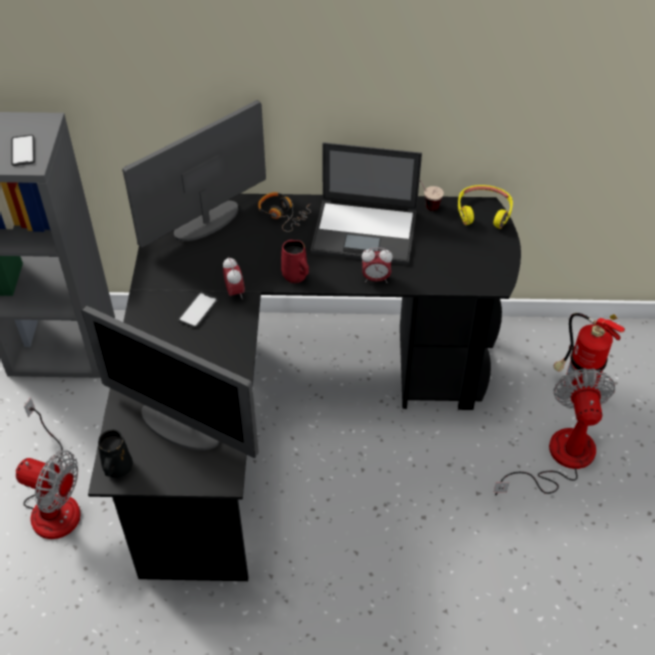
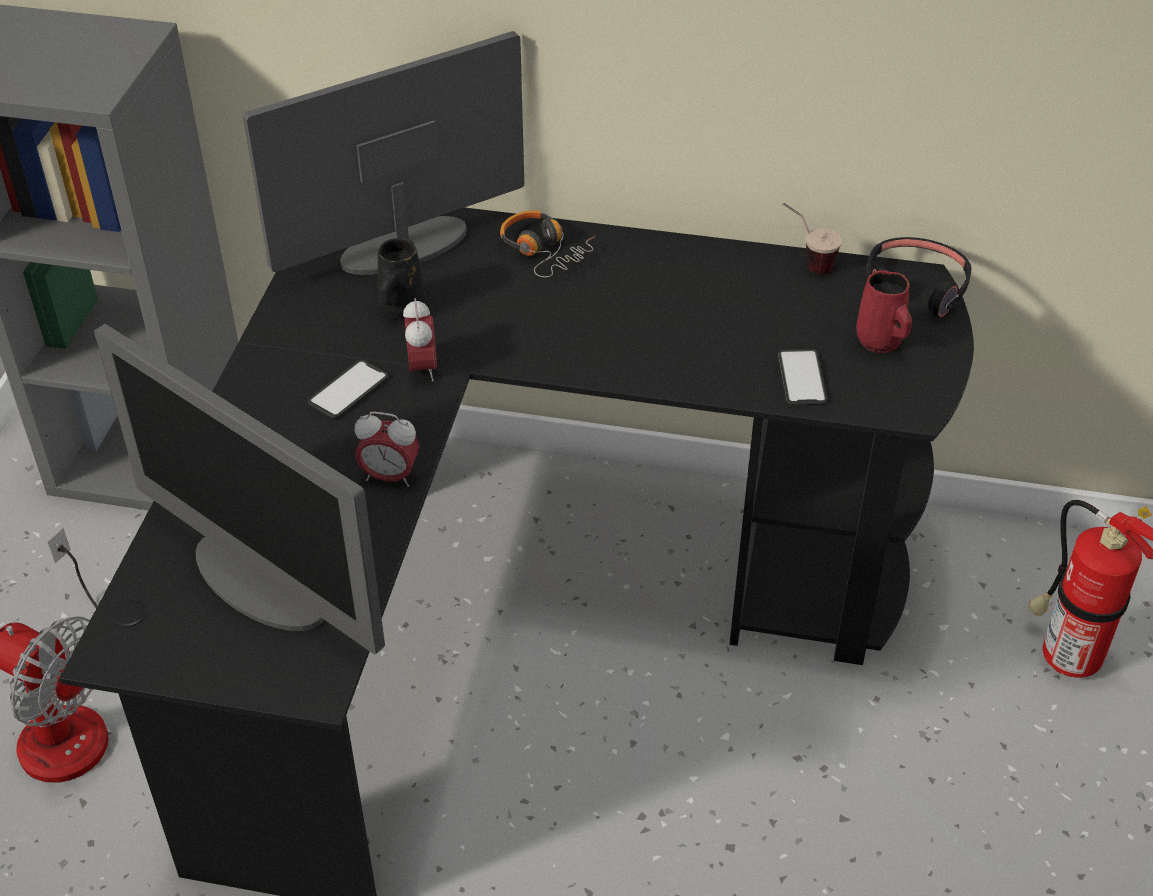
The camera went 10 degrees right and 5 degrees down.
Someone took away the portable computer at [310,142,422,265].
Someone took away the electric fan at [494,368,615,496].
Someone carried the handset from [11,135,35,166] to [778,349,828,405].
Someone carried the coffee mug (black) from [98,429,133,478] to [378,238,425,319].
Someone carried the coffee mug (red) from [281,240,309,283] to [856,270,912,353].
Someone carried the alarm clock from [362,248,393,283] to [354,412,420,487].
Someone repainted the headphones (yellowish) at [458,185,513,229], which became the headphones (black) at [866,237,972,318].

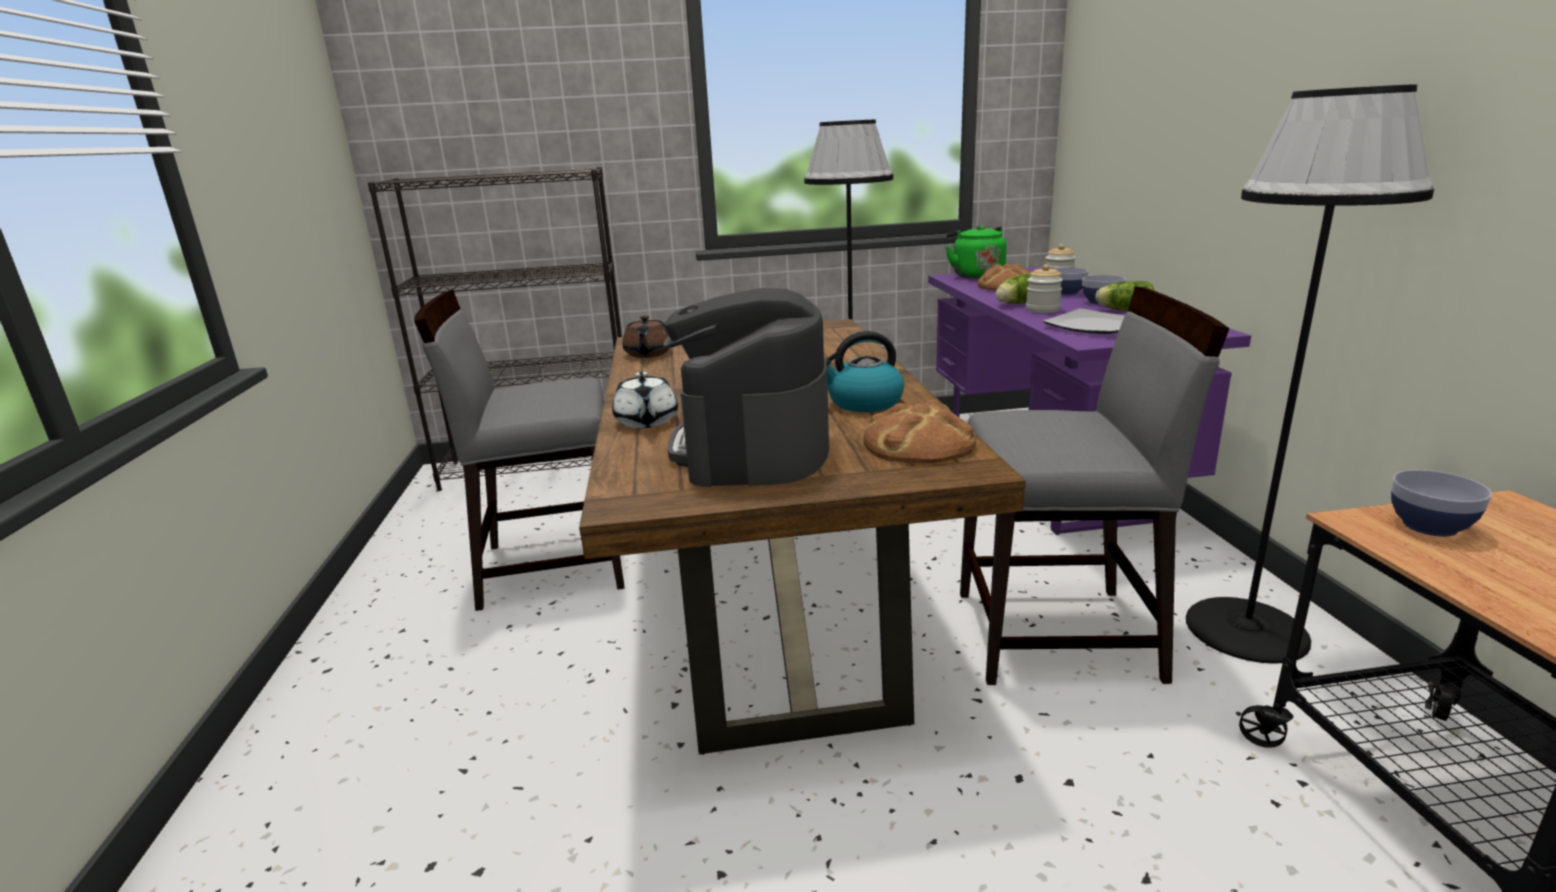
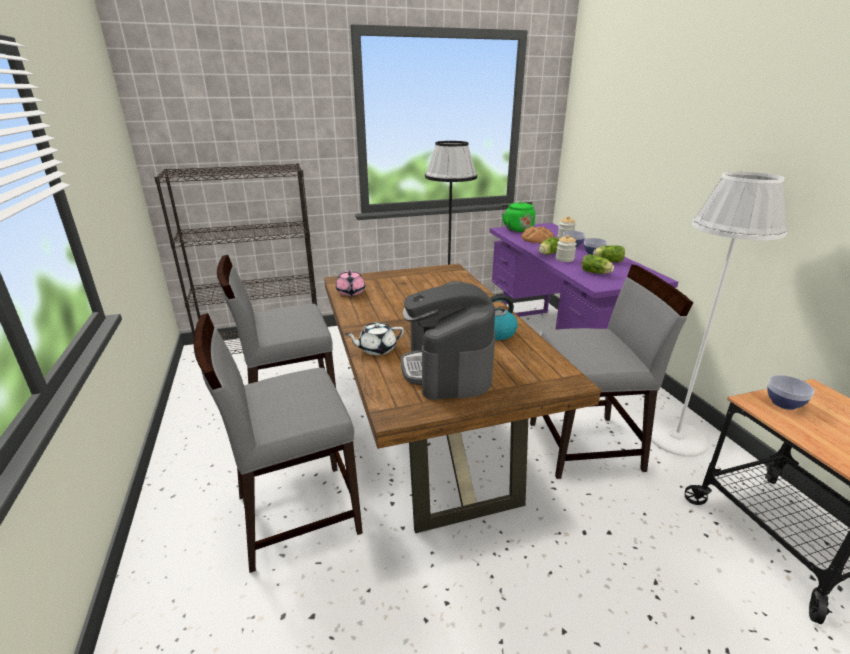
The camera went 10 degrees left and 5 degrees up.
Someone took away the bread at [864,399,976,463].
Someone put down the plain chair (grey) at [194,313,363,573].
Someone swapped the plate at [1043,308,1125,334] for the lettuce at [581,254,614,274].
Someone repainted the pot for tea (brown) at [622,315,670,358], which became the pot for tea (pinkish) at [336,270,365,296].
Someone repainted the standard lamp (black) at [1186,84,1434,664], which became the standard lamp (white-coloured) at [651,171,788,457].
Someone rotated the pot for tea (white-coloured) at [612,372,678,428] by 90 degrees clockwise.

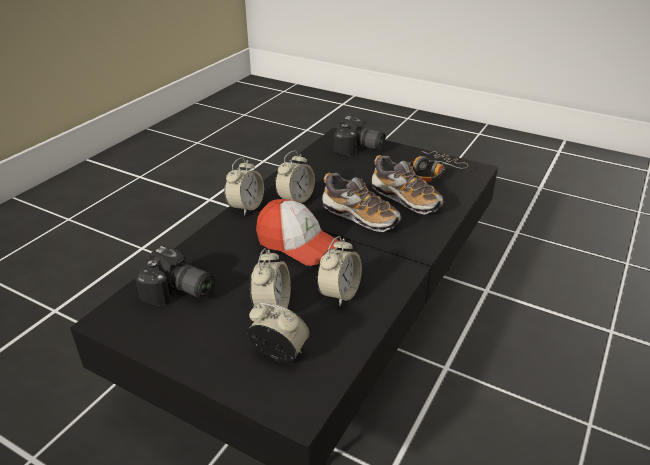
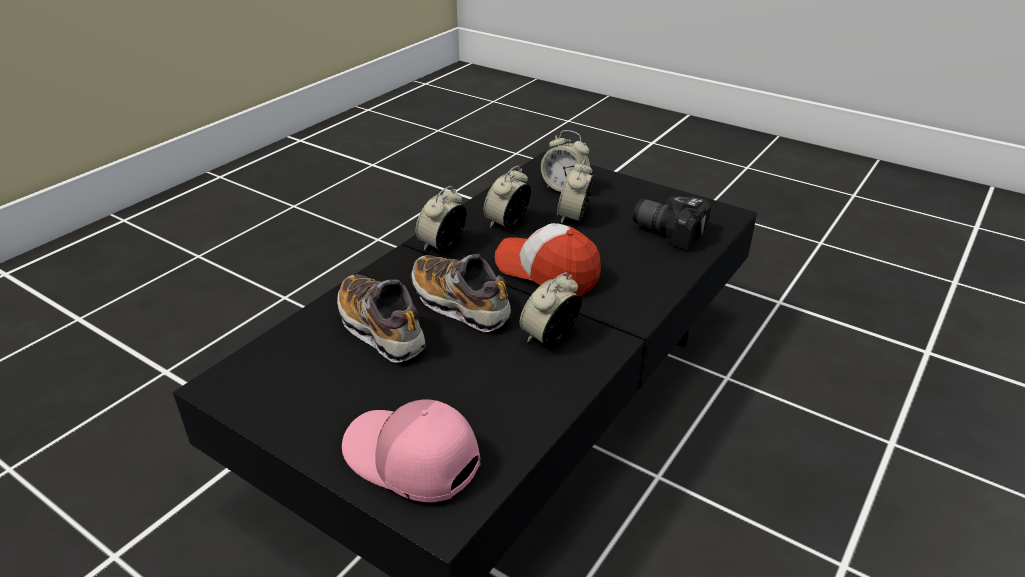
The camera went 175 degrees left and 0 degrees up.
Someone took away the headphones at [409,151,468,182].
Someone carried the alarm clock from [224,157,264,215] to [416,186,467,251].
Someone swapped the still camera at [334,116,385,155] for the baseball cap (pinkish) at [342,399,480,502].

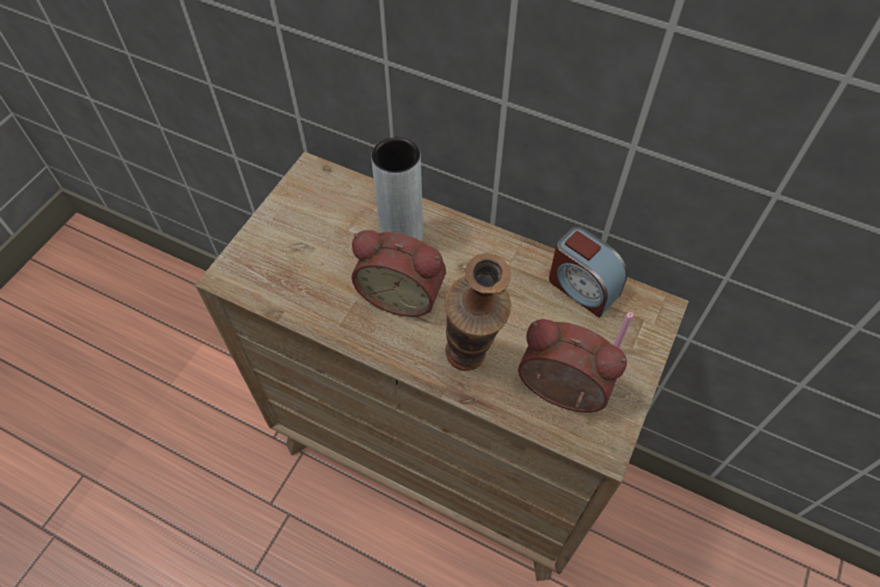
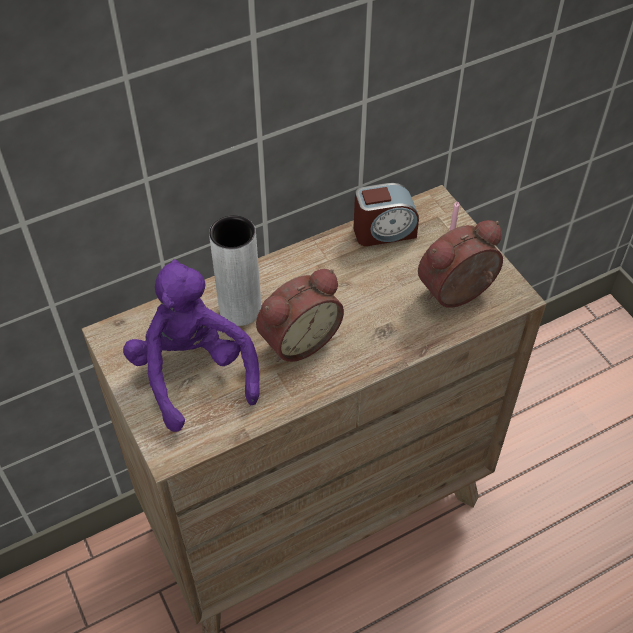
The camera went 55 degrees left and 5 degrees down.
Someone took away the vase at [445,253,511,371].
Someone put down the plush toy (purple) at [123,259,260,432].

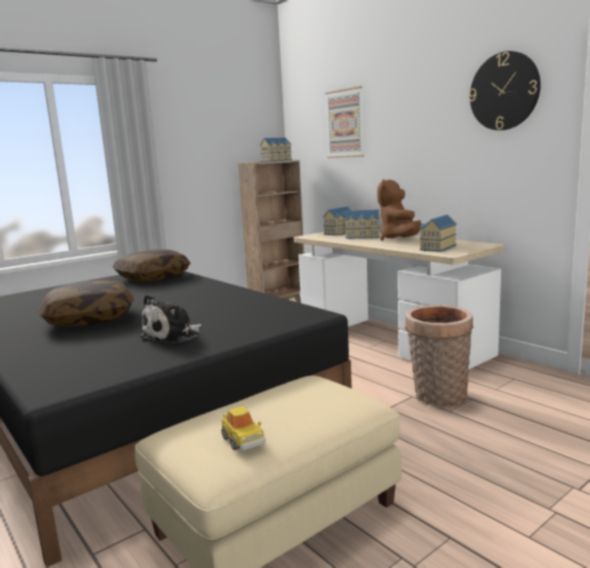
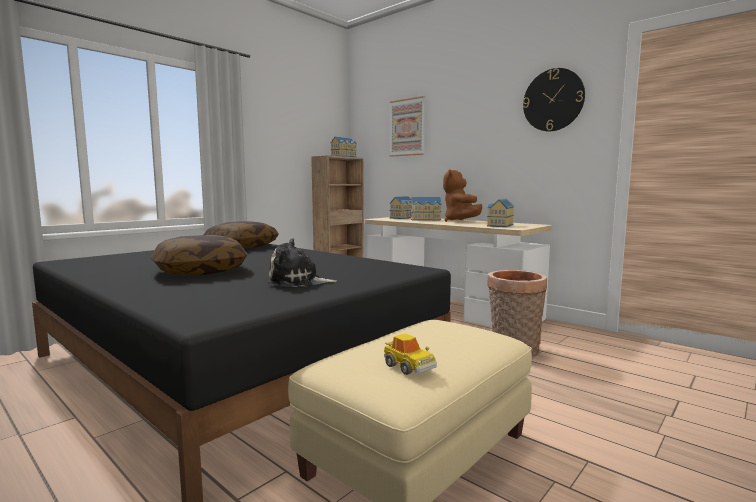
The camera went 10 degrees left and 5 degrees down.
Someone rotated the plush toy at [140,294,202,344] by 60 degrees clockwise.

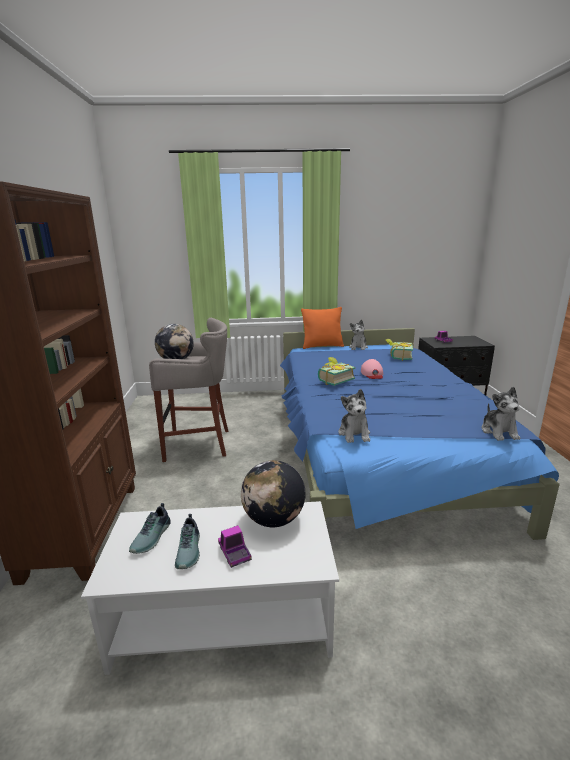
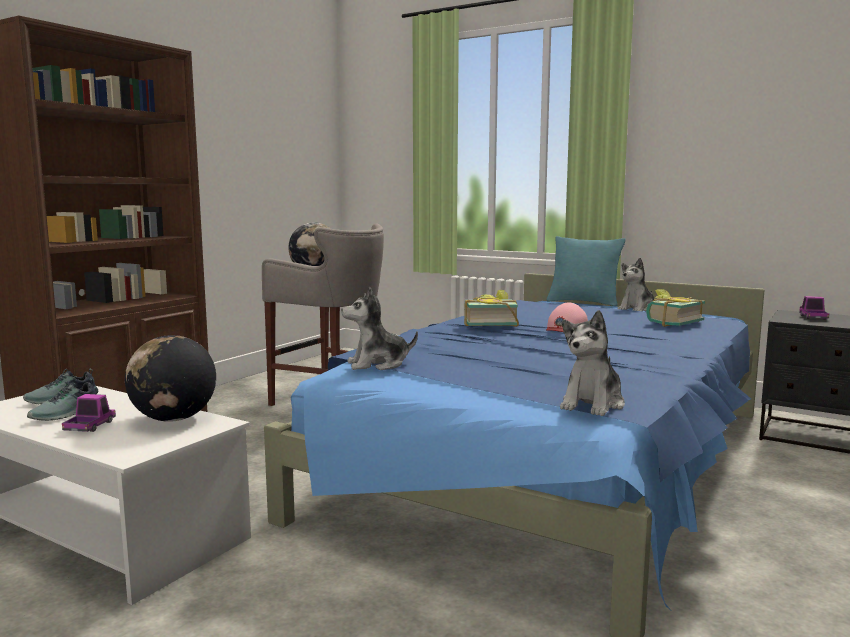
The camera went 35 degrees right and 10 degrees down.
Someone repainted the throw pillow (orange) at [301,307,344,349], which became the throw pillow (blue-green) at [547,236,626,307].
Someone rotated the plush toy at [338,389,370,443] by 45 degrees clockwise.

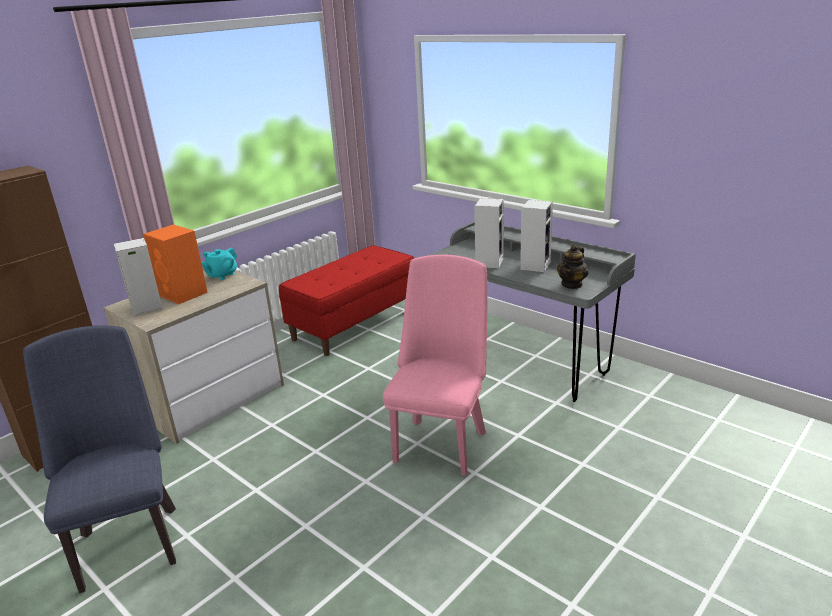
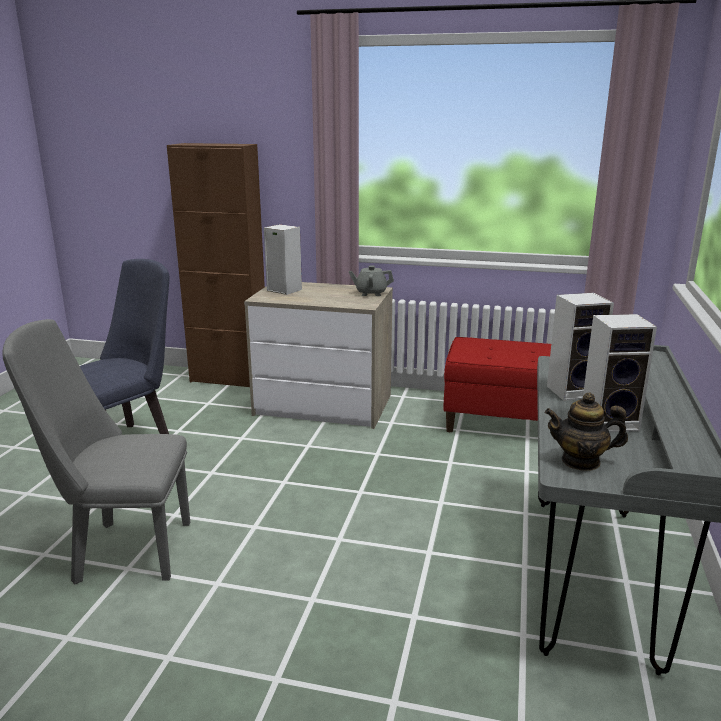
The camera went 60 degrees right and 5 degrees down.
Someone took away the speaker (orange) at [143,224,208,304].
Someone took away the plain chair (pinkish) at [383,254,488,476].
Someone put down the plain chair (grey) at [3,319,190,585].
Someone repainted the pot for tea (blue-green) at [201,248,237,280], which became the pot for tea (grey) at [349,265,394,296].

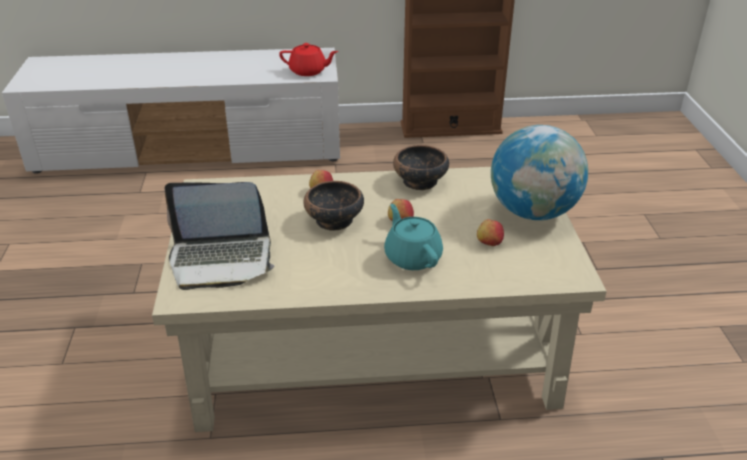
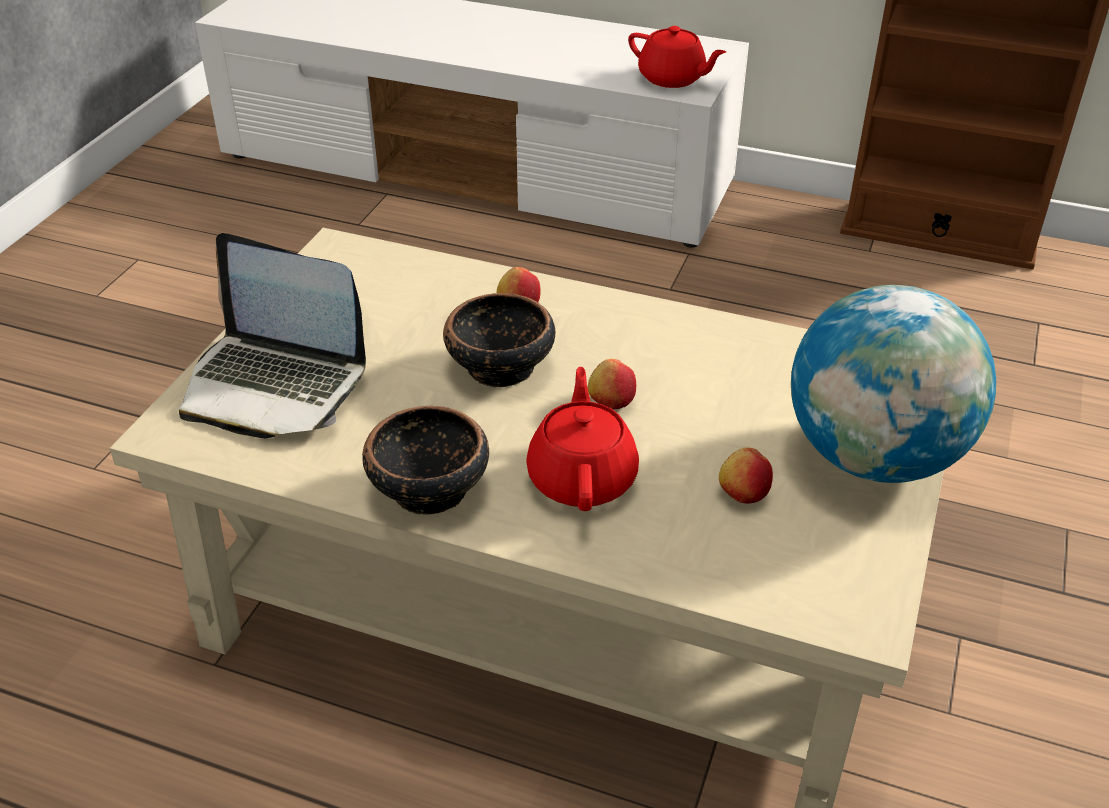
The camera went 25 degrees right and 5 degrees up.
Someone carried the deep dish from [393,145,449,190] to [362,406,489,515].
Someone repainted the pot for tea (blue-green) at [384,204,443,270], which became the pot for tea (red) at [526,367,639,511].

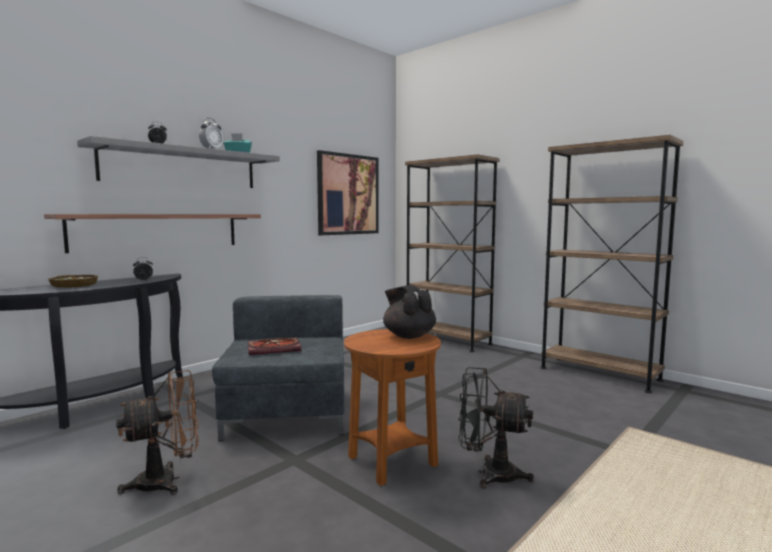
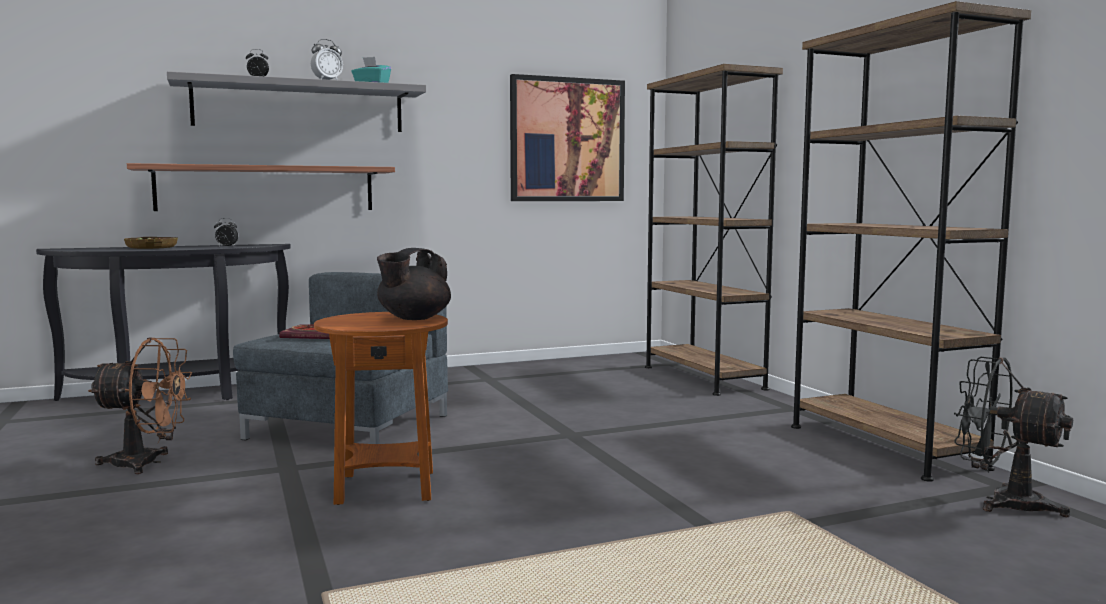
The camera went 25 degrees right and 0 degrees up.
Someone carried the electric fan (black) from [458,367,534,489] to [954,357,1073,517].
Someone rotated the pot for tea (black) at [383,285,436,339] by 135 degrees counterclockwise.

